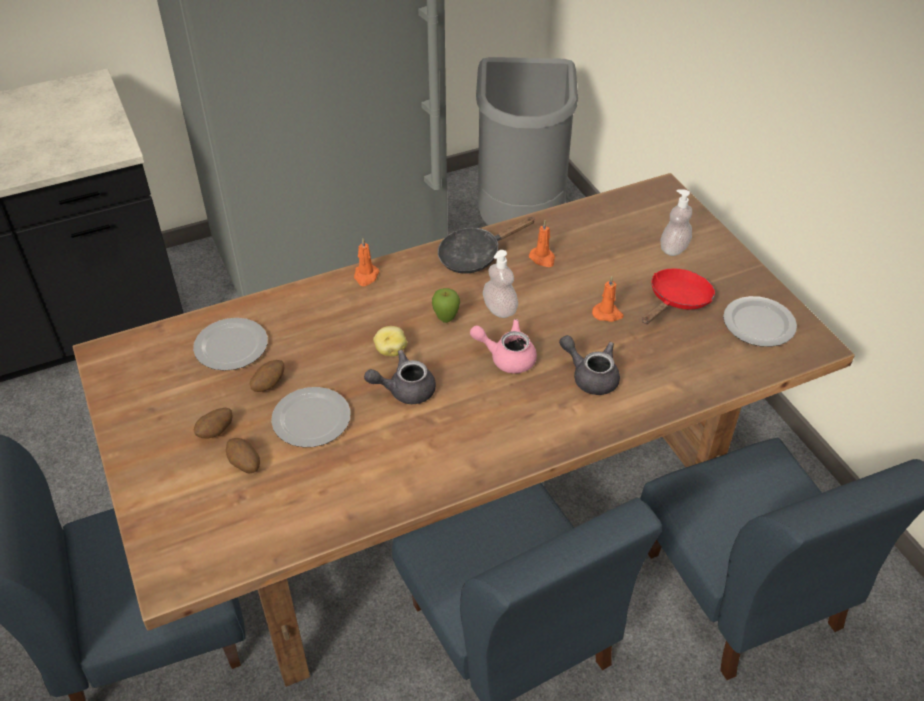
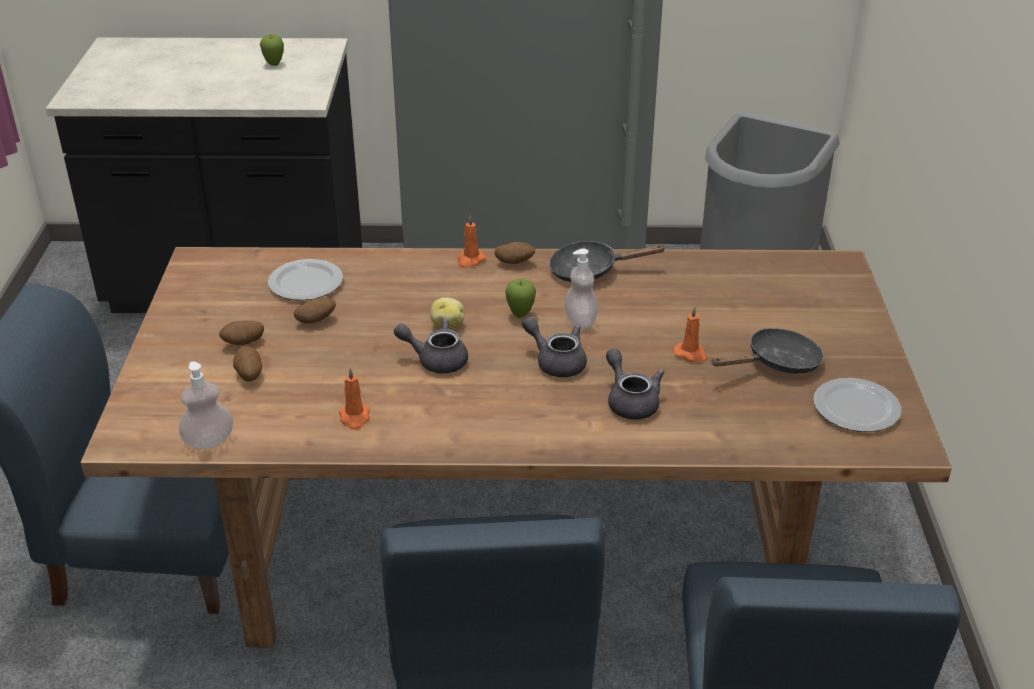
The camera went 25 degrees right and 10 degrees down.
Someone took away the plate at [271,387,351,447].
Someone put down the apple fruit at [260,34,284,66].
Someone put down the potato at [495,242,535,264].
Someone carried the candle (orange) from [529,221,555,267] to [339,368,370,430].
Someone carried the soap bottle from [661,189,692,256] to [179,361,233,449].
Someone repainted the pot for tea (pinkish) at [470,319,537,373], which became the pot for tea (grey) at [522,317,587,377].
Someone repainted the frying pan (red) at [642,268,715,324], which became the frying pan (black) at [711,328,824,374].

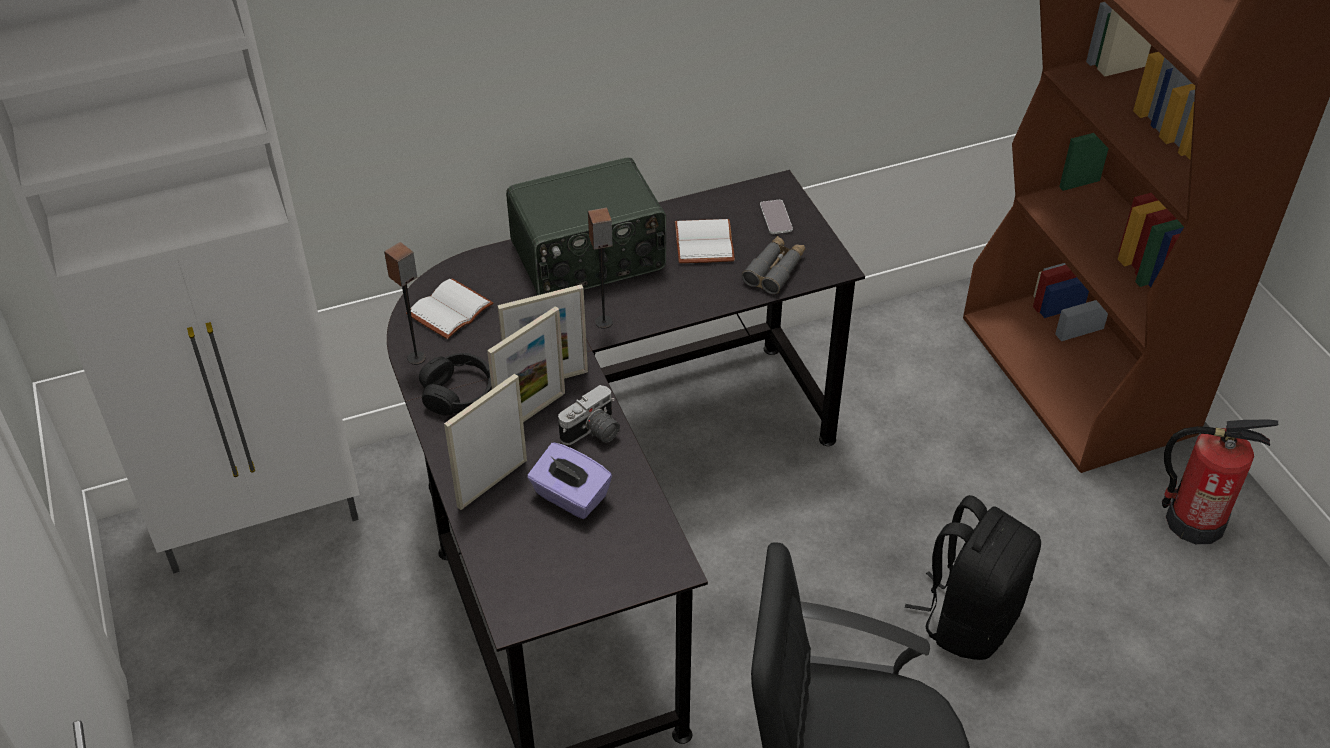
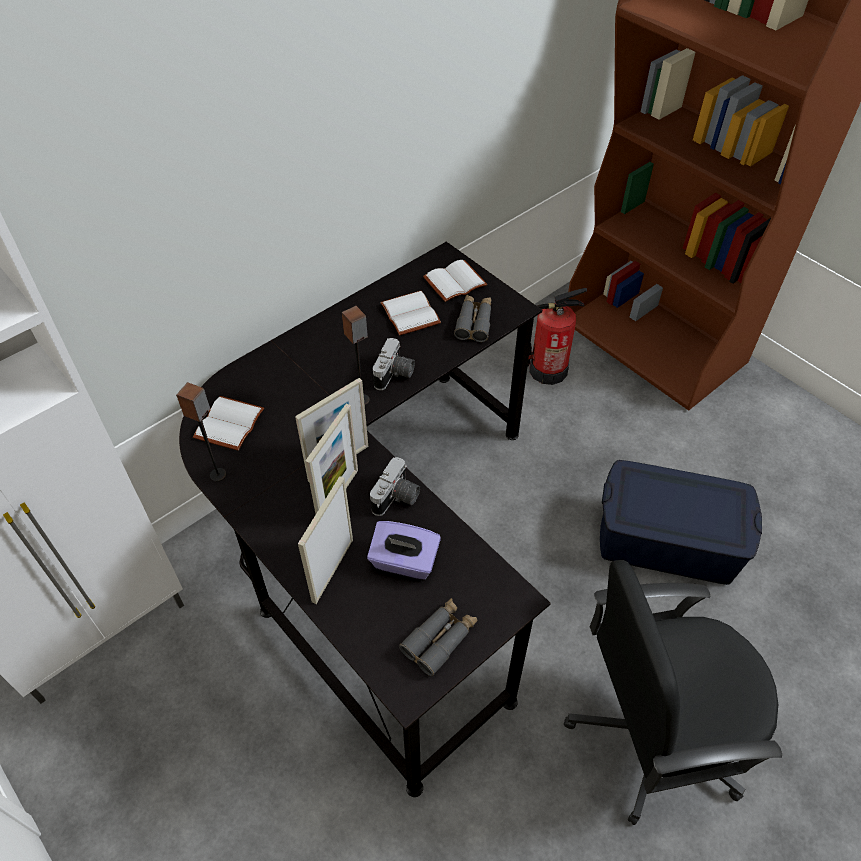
The camera went 20 degrees left and 5 degrees up.
Someone took away the headphones (black) at [419,353,492,415].
Someone took away the radio receiver at [506,157,666,295].
Someone put down the still camera at [373,338,415,390].
Someone put down the binoculars (grey) at [399,598,478,676].
Someone carried the extinguisher from [1162,419,1278,544] to [527,288,587,385].
Someone swapped the handset at [760,200,793,234] for the bound book (white-coloured) at [423,260,487,302].
Someone swapped the rucksack (black) at [905,495,1041,660] for the storage container (blue-coloured) at [600,460,762,585].

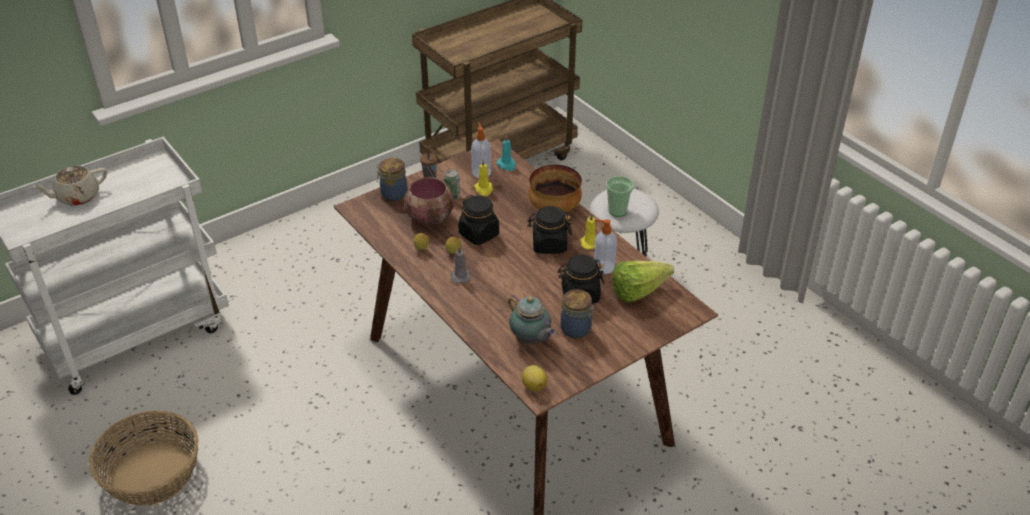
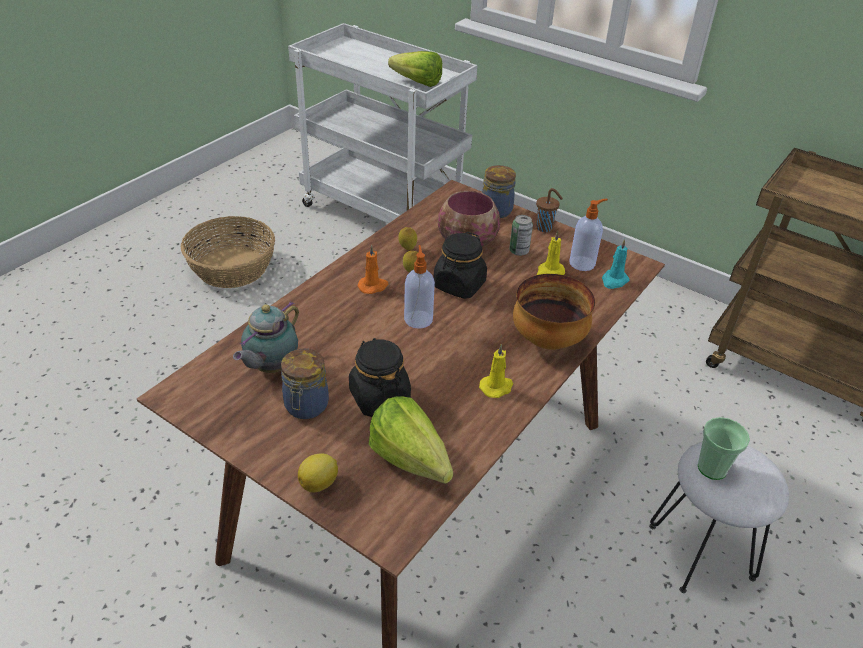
The camera went 70 degrees right and 0 degrees up.
Someone took away the pot for tea (beige) at [33,166,107,206].
Someone took away the preserve jar (black) at [528,206,572,254].
Someone put down the lettuce at [388,51,442,87].
Someone carried the citrus fruit from [522,365,547,391] to [298,453,338,492].
Someone carried the soap bottle from [594,219,617,274] to [404,245,435,329].
Someone repainted the candle (grey) at [451,246,471,283], which became the candle (orange) at [357,245,388,294].

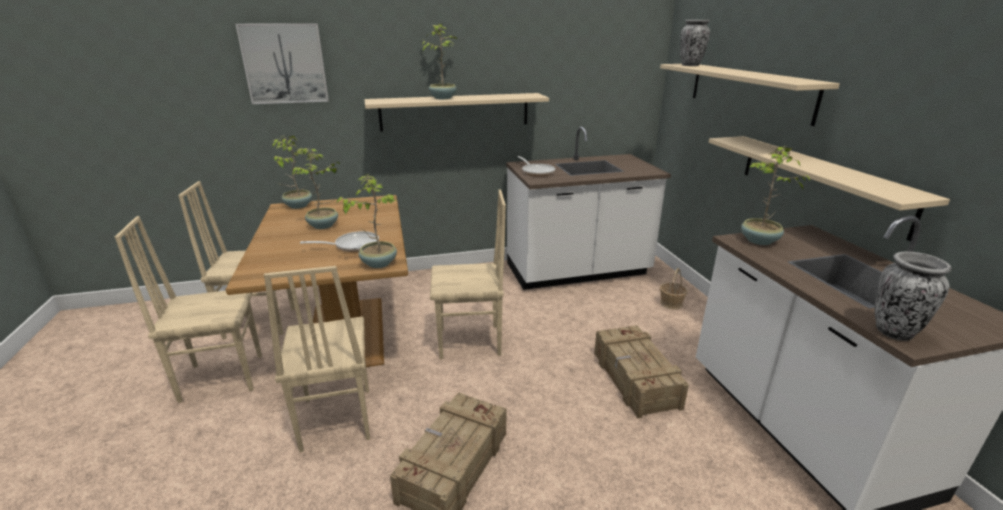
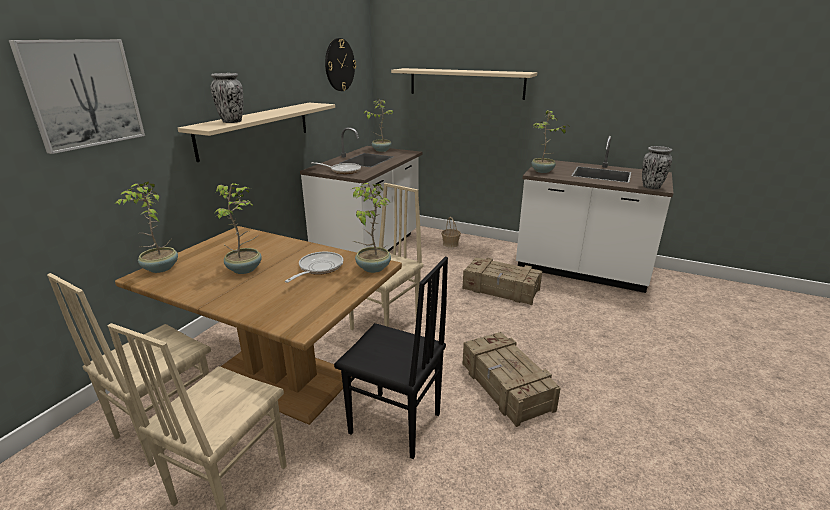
The camera went 50 degrees left and 0 degrees up.
Someone took away the shelf (beige) at [708,136,950,241].
Someone put up the clock on the wall at [325,38,356,91].
Someone carried the potted plant from [420,24,457,99] to [364,99,393,152].
Someone carried the vase from [680,20,710,66] to [211,73,243,123].
Someone repainted the plain chair (beige) at [264,266,370,452], which became the plain chair (black) at [334,257,448,459].

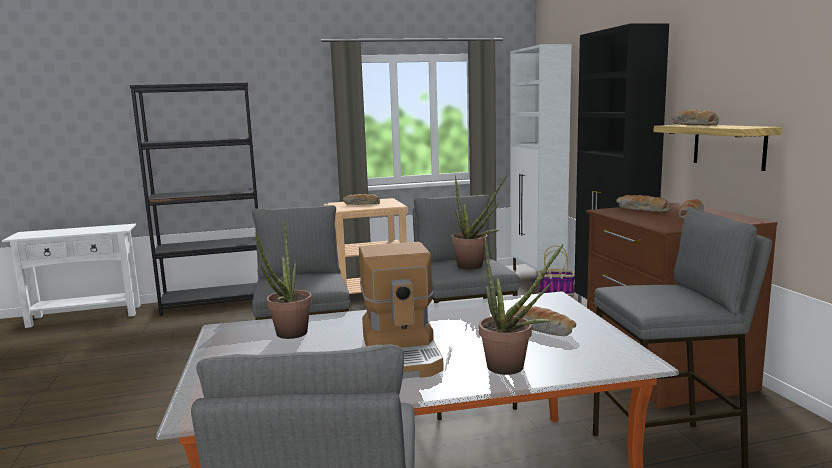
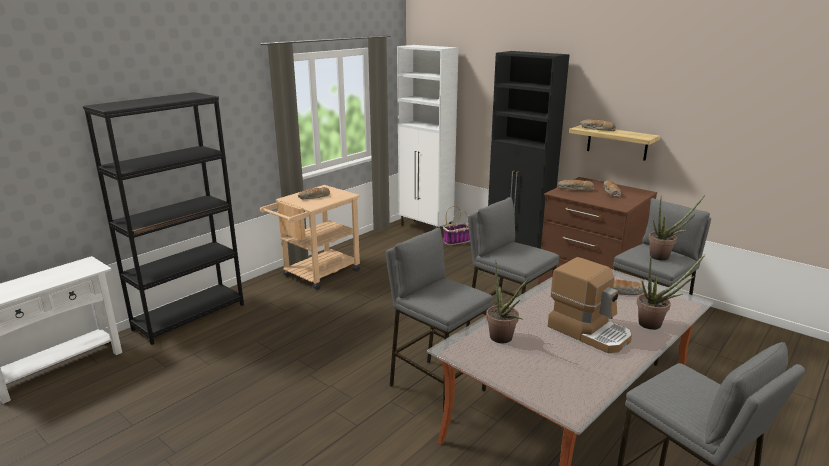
The camera went 35 degrees left and 10 degrees up.
Someone carried the potted plant from [451,175,507,269] to [648,195,705,261].

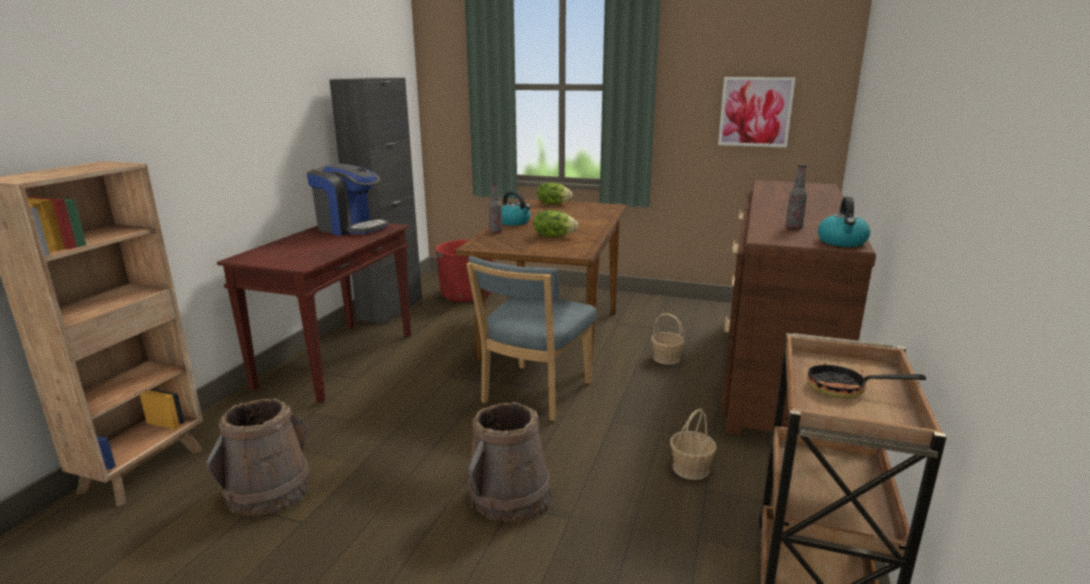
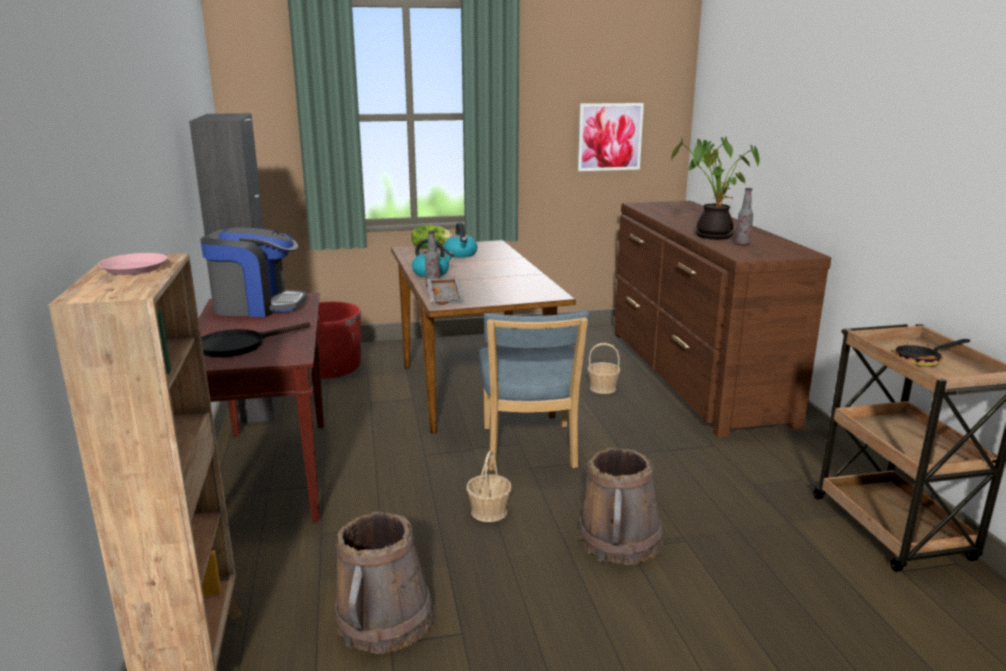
The camera went 30 degrees left and 0 degrees up.
Someone took away the lettuce at [533,210,578,237].
Someone put down the plate (pinkish) at [98,253,168,275].
Someone put down the frying pan (black) at [201,322,310,357].
Someone put down the serving tray (grey) at [427,277,464,305].
Someone put down the potted plant at [671,136,760,240].
Someone carried the storage basket from [670,409,717,480] to [466,450,512,522].
Someone carried the kettle from [818,197,870,247] to [444,223,478,258].

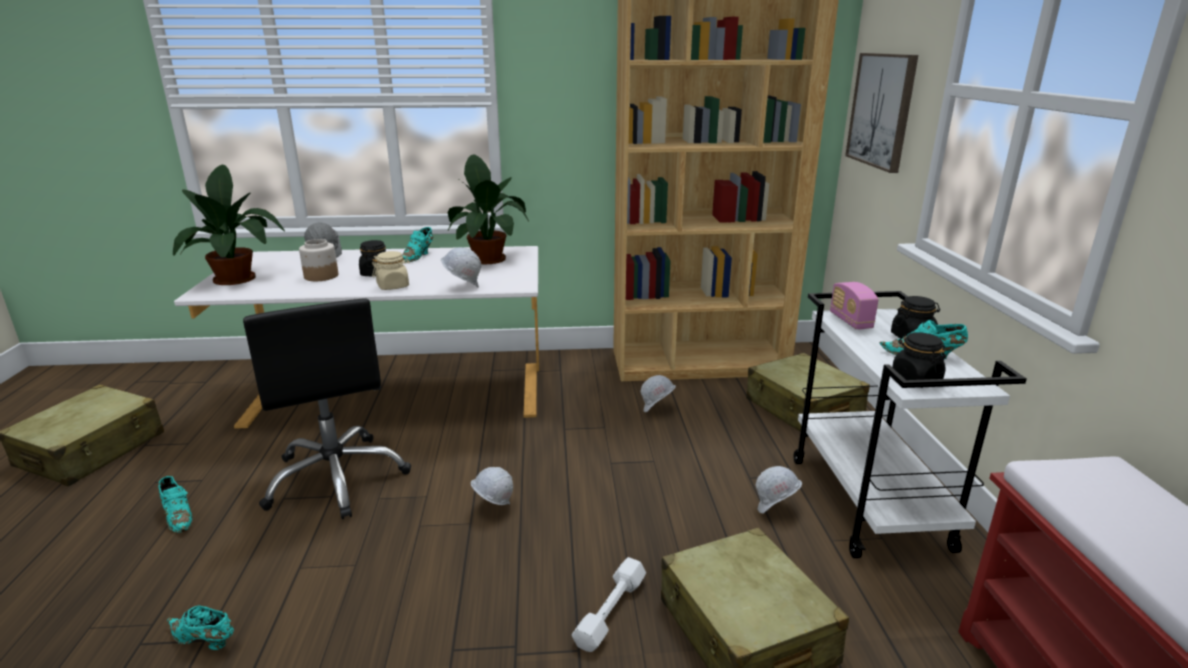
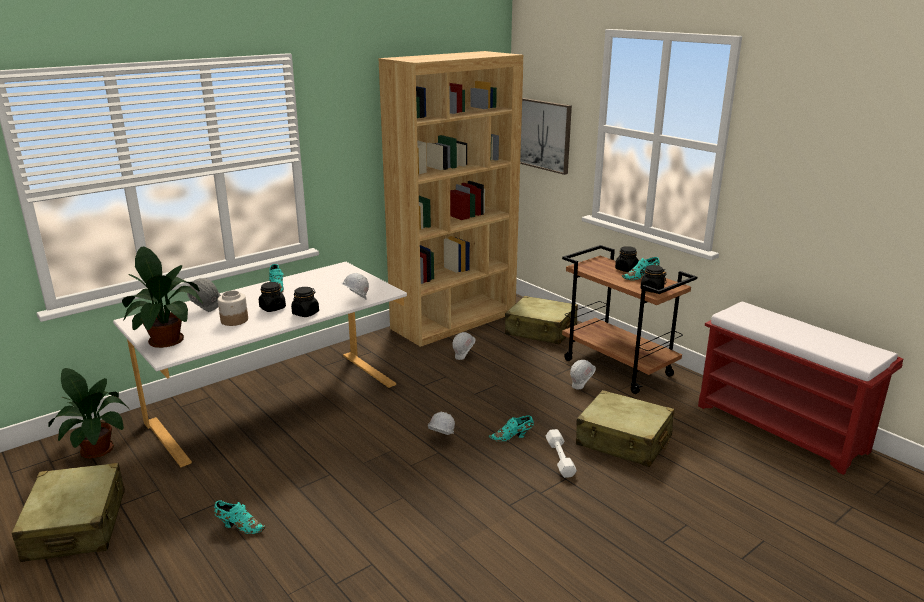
The camera went 35 degrees left and 0 degrees up.
Someone took away the computer chair (black) at [243,299,411,519].
Someone took away the radio receiver at [830,282,879,329].
Someone carried the shoe (blue-green) from [167,606,234,650] to [488,415,534,442].
Someone carried the potted plant from [448,154,529,264] to [48,368,128,458].
Someone repainted the preserve jar (beige) at [372,251,410,290], which became the preserve jar (black) at [291,287,319,317].
Someone repainted the wheeled cart (white-coloured) at [794,291,1027,558], which became the wheeled cart (brown) at [562,245,697,394].

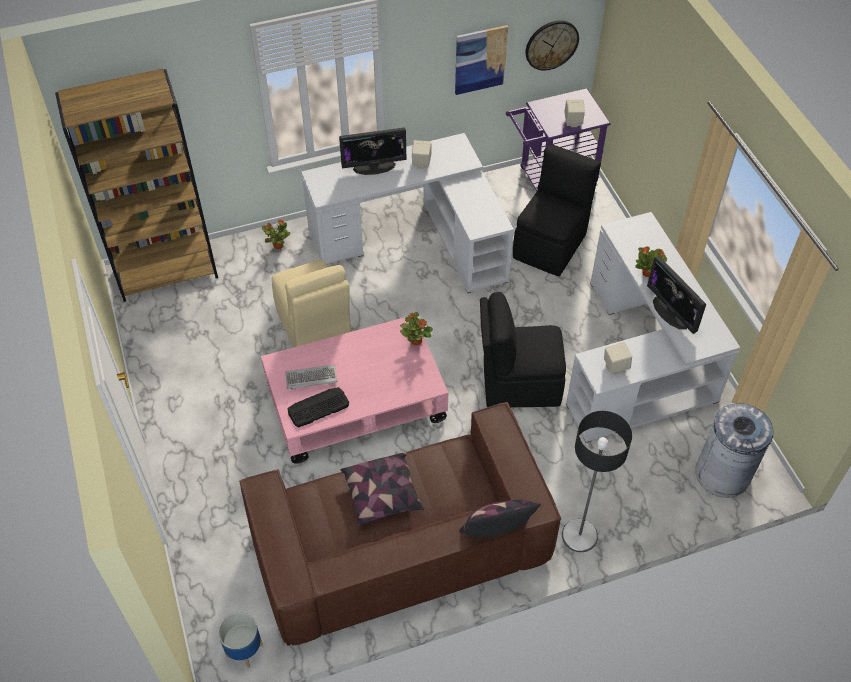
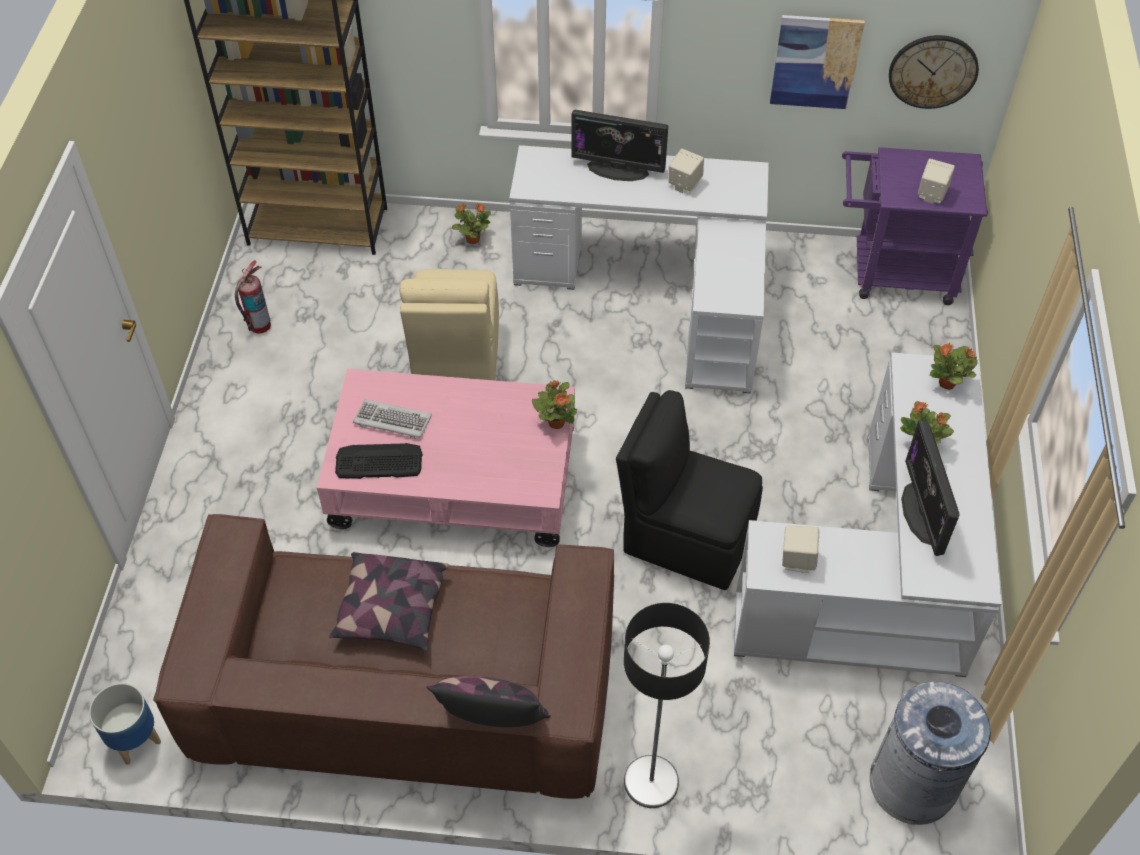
The camera went 25 degrees right and 0 degrees up.
Someone took away the plain chair (black) at [513,144,601,276].
Someone put down the extinguisher at [235,260,271,333].
Someone put down the potted plant at [930,343,978,390].

